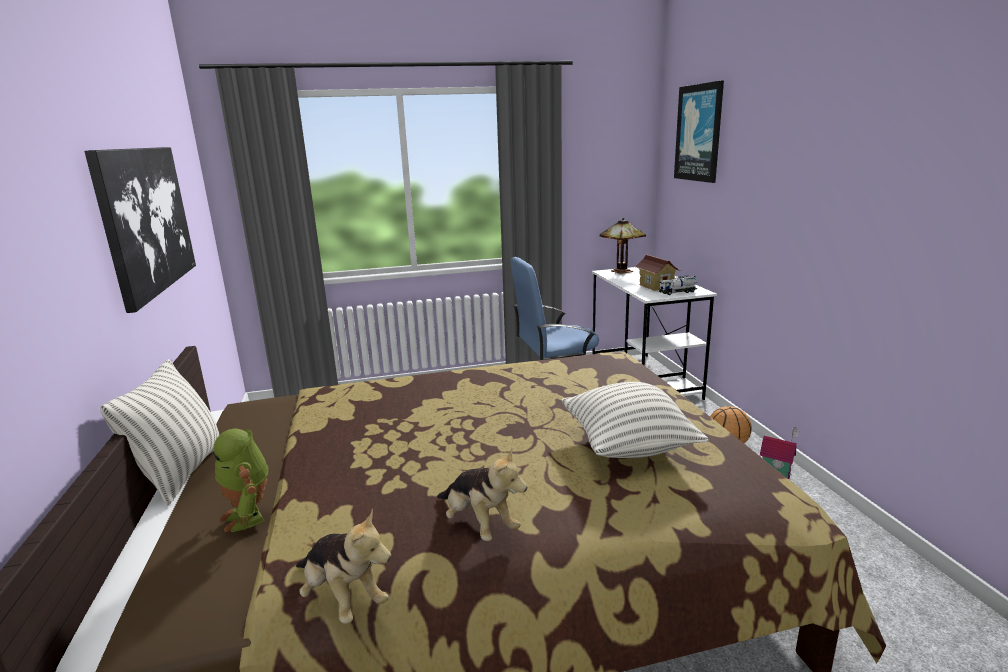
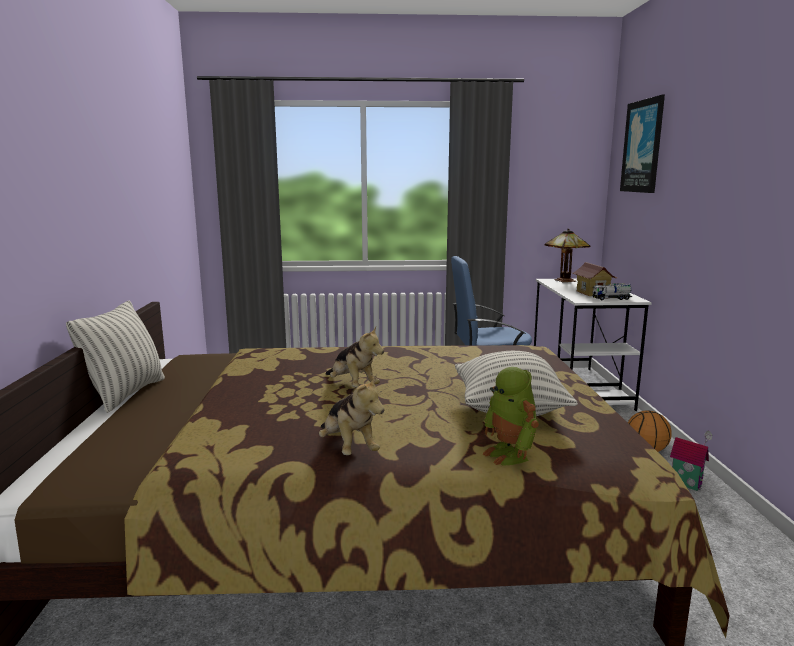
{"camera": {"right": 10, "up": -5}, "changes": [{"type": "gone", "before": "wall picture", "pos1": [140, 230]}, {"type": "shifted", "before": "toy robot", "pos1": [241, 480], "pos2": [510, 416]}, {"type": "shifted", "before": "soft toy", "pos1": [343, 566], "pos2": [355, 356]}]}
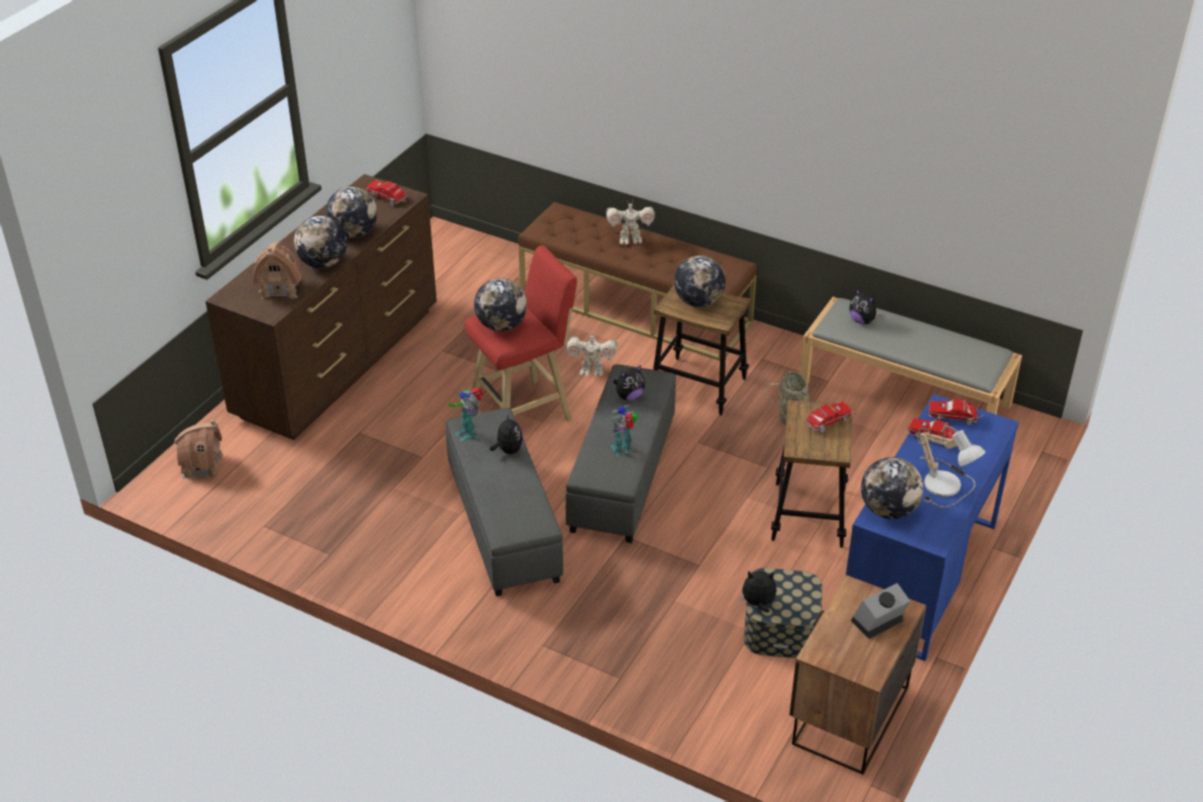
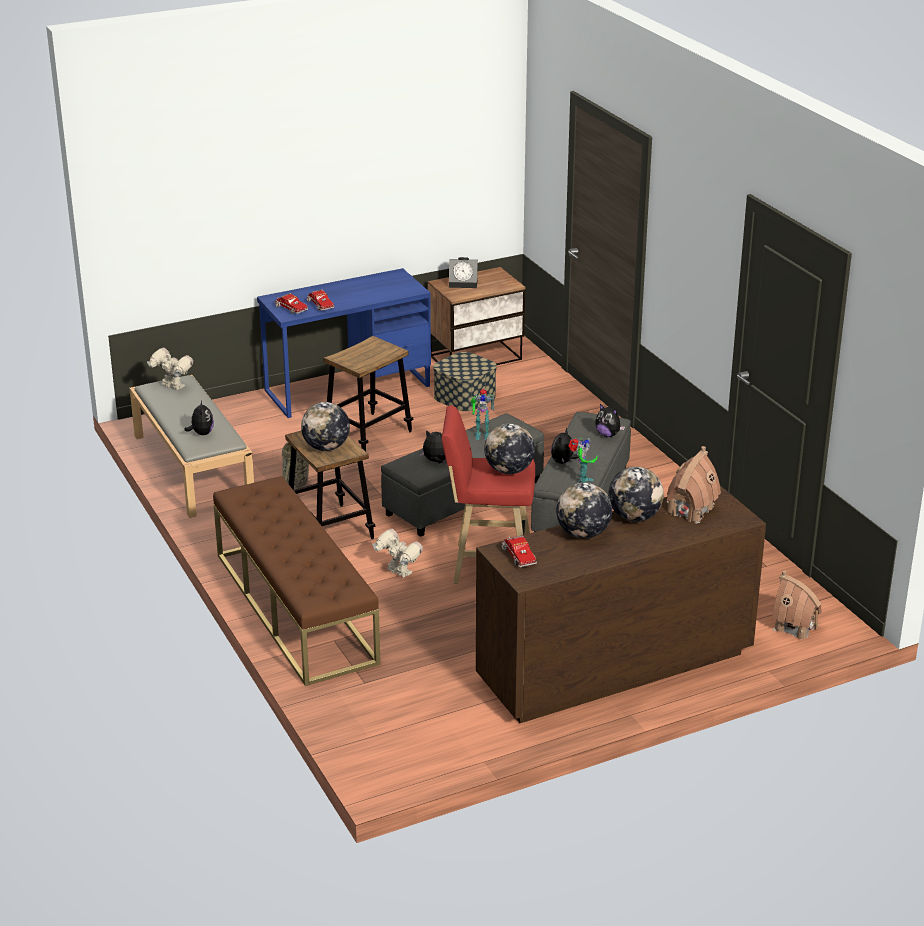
{"camera": {"right": -145, "up": -10}, "changes": [{"type": "shifted", "before": "toy robot", "pos1": [630, 222], "pos2": [170, 369]}, {"type": "shifted", "before": "soft toy", "pos1": [758, 591], "pos2": [610, 420]}, {"type": "gone", "before": "toy truck", "pos1": [829, 417]}, {"type": "gone", "before": "desk globe", "pos1": [892, 488]}, {"type": "gone", "before": "table lamp", "pos1": [951, 467]}]}
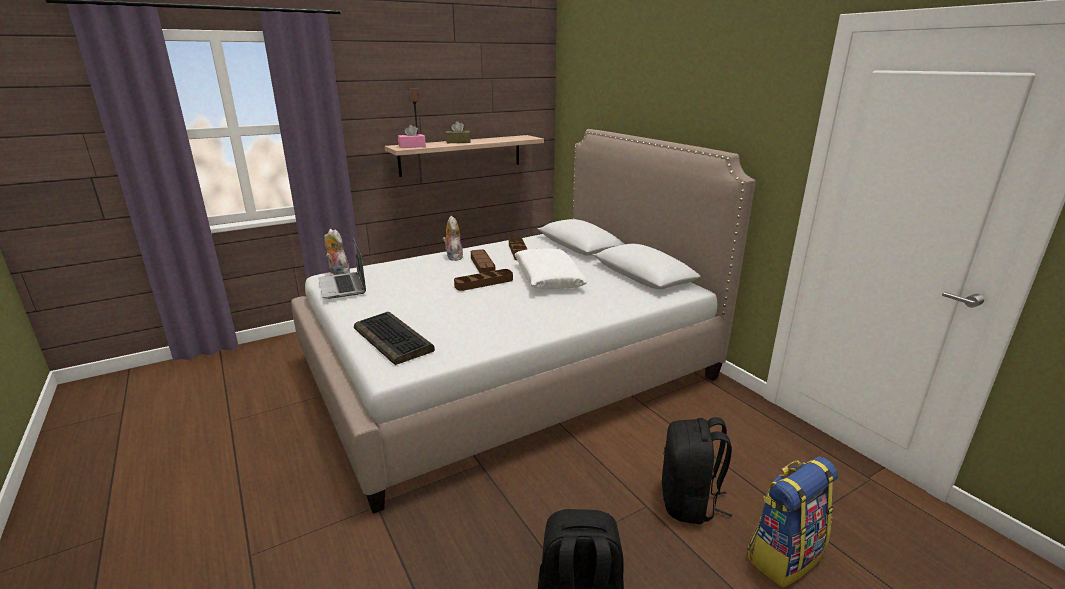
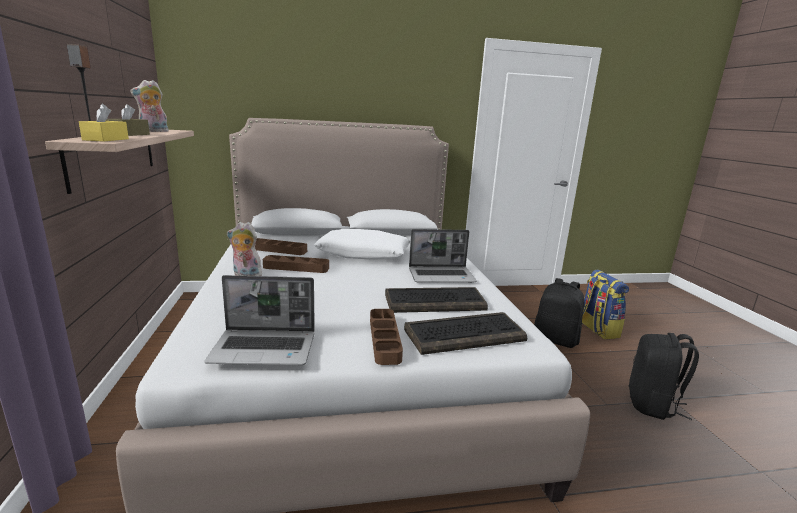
{"camera": {"right": -70, "up": -5}, "changes": [{"type": "shifted", "before": "soft toy", "pos1": [337, 252], "pos2": [149, 106]}, {"type": "repainted", "before": "pinkish box of tissues", "after": "yellow box of tissues", "pos1": [412, 136], "pos2": [104, 123]}, {"type": "shifted", "before": "brown-coloured carrying tray", "pos1": [483, 280], "pos2": [386, 337]}, {"type": "new", "after": "PC keyboard", "pos2": [436, 300]}, {"type": "new", "after": "notebook computer", "pos2": [443, 256]}]}
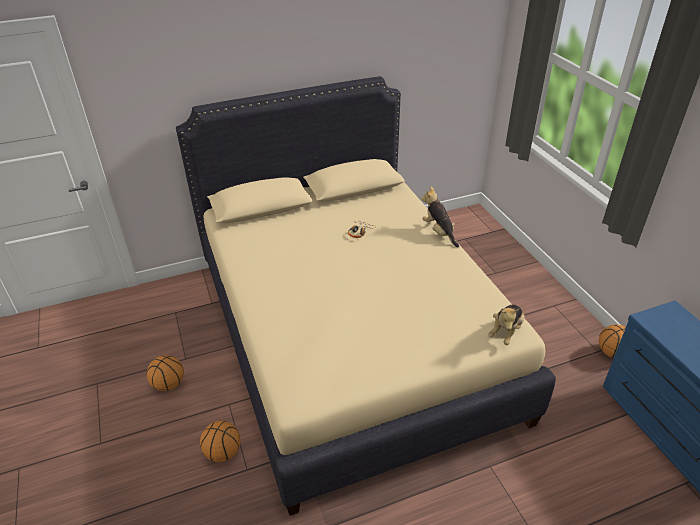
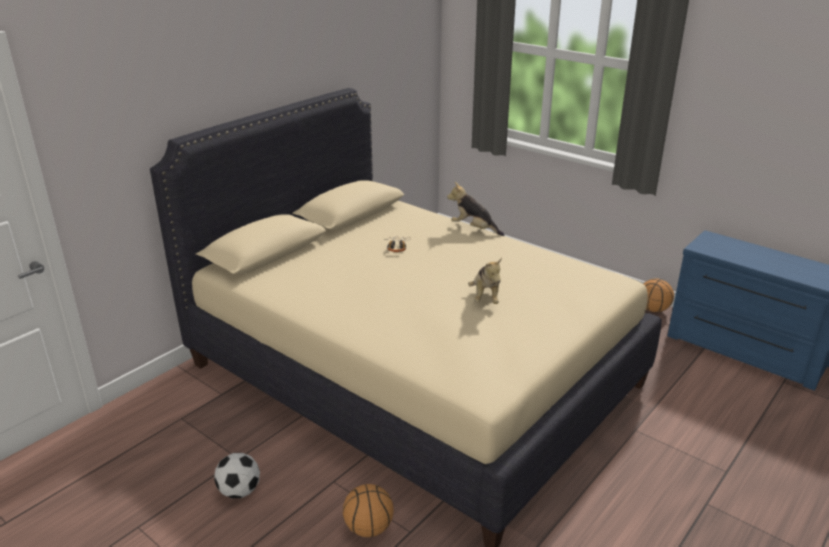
{"camera": {"right": -30, "up": -10}, "changes": [{"type": "swapped", "before": "basketball ball", "after": "ball for football", "pos1": [165, 373], "pos2": [237, 475]}, {"type": "shifted", "before": "soft toy", "pos1": [506, 324], "pos2": [485, 281]}]}
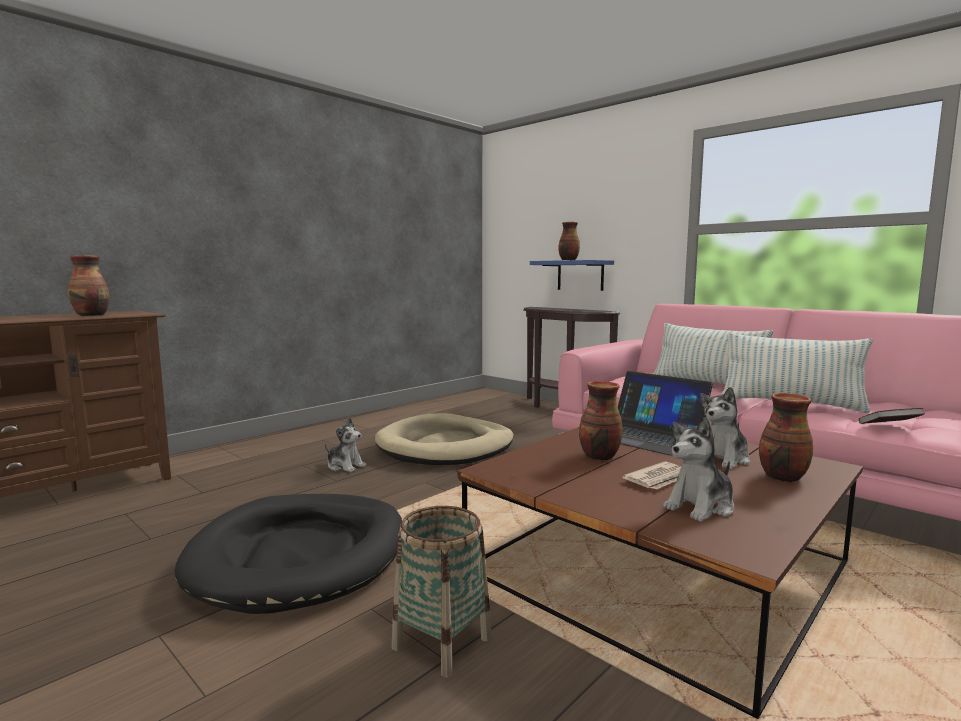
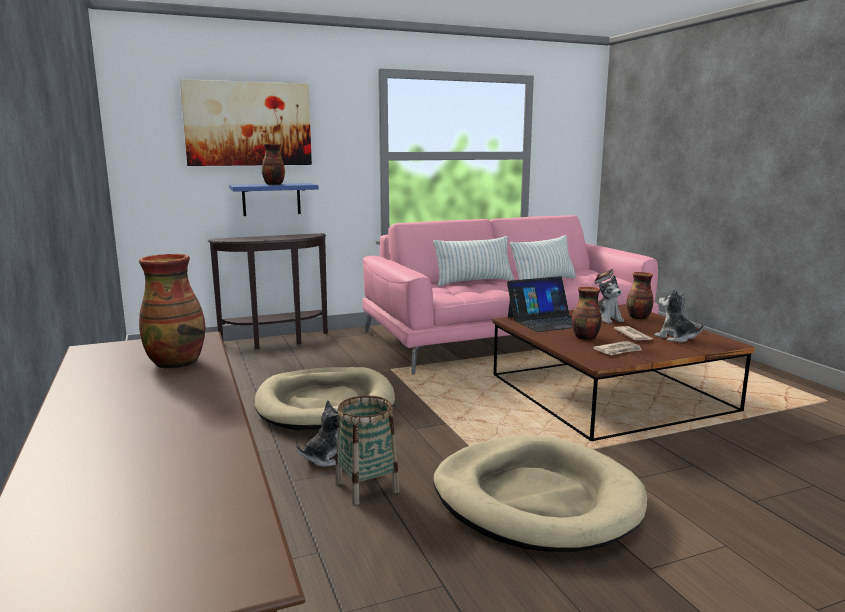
{"camera": {"right": -65, "up": 5}, "changes": [{"type": "repainted", "before": "black dog cushion", "after": "beige dog cushion", "pos1": [288, 554], "pos2": [540, 493]}, {"type": "shifted", "before": "basket", "pos1": [441, 592], "pos2": [367, 450]}, {"type": "rotated", "before": "soft toy", "pos1": [698, 469], "pos2": [679, 315], "turn": 150}, {"type": "new", "after": "wall picture", "pos2": [246, 122]}, {"type": "new", "after": "printed paper", "pos2": [617, 348]}]}
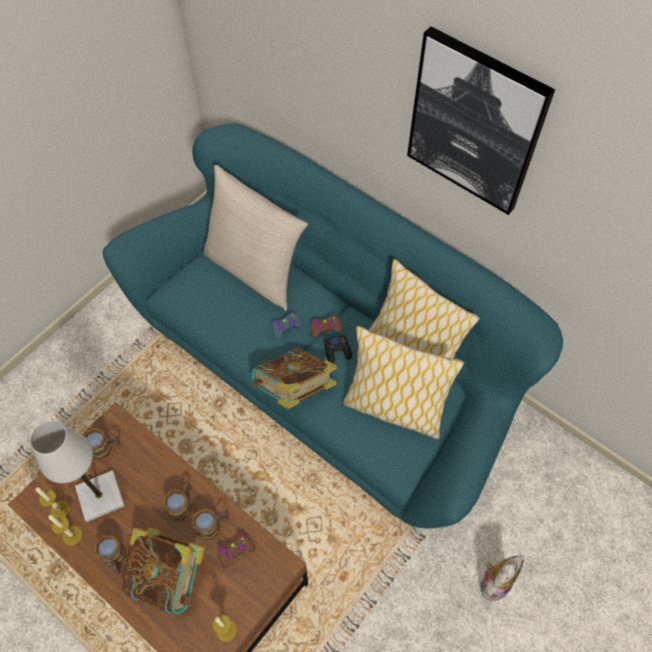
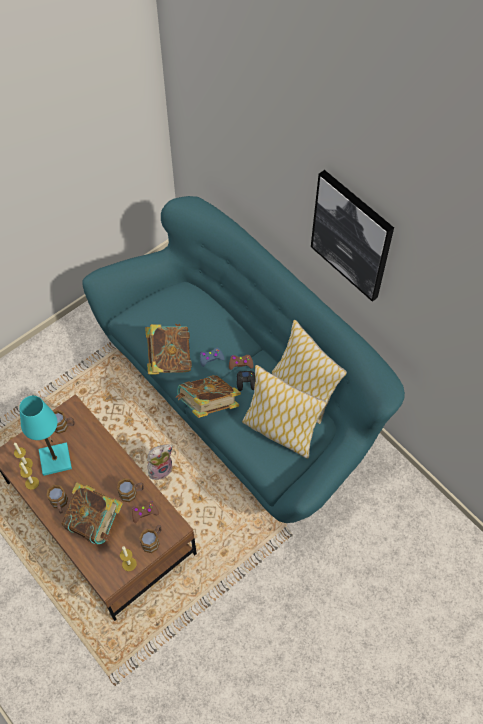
{"camera": {"right": 10, "up": 0}, "changes": [{"type": "repainted", "before": "whitish table lamp", "after": "turquoise table lamp", "pos1": [77, 471], "pos2": [45, 436]}, {"type": "shifted", "before": "mug", "pos1": [177, 501], "pos2": [150, 539]}, {"type": "gone", "before": "beige throw pillow", "pos1": [255, 238]}, {"type": "shifted", "before": "soft toy", "pos1": [501, 579], "pos2": [160, 462]}, {"type": "new", "after": "volume", "pos2": [168, 349]}]}
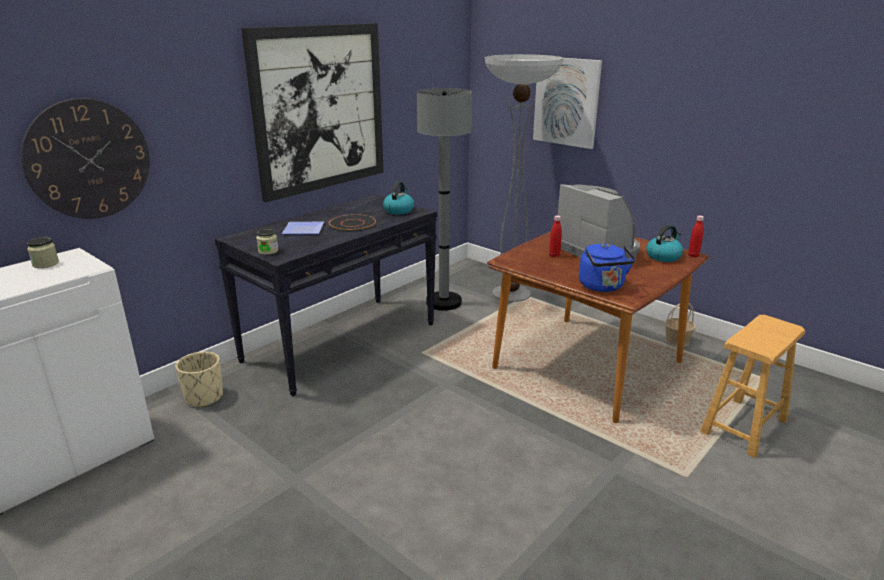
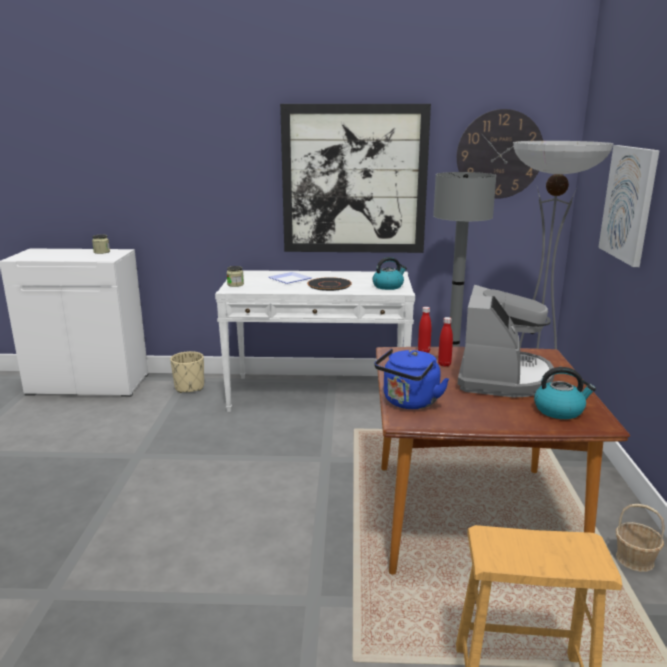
{"camera": {"right": 50, "up": -5}, "changes": [{"type": "shifted", "before": "clock on the wall", "pos1": [85, 158], "pos2": [500, 154]}, {"type": "repainted", "before": "black narrow table", "after": "whitish narrow table", "pos1": [326, 295], "pos2": [315, 341]}, {"type": "shifted", "before": "reddish bottle", "pos1": [696, 236], "pos2": [425, 330]}]}
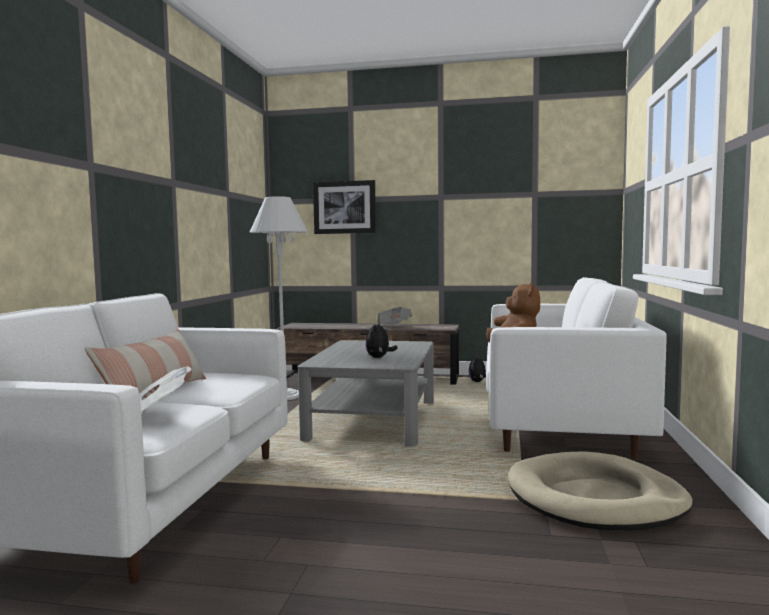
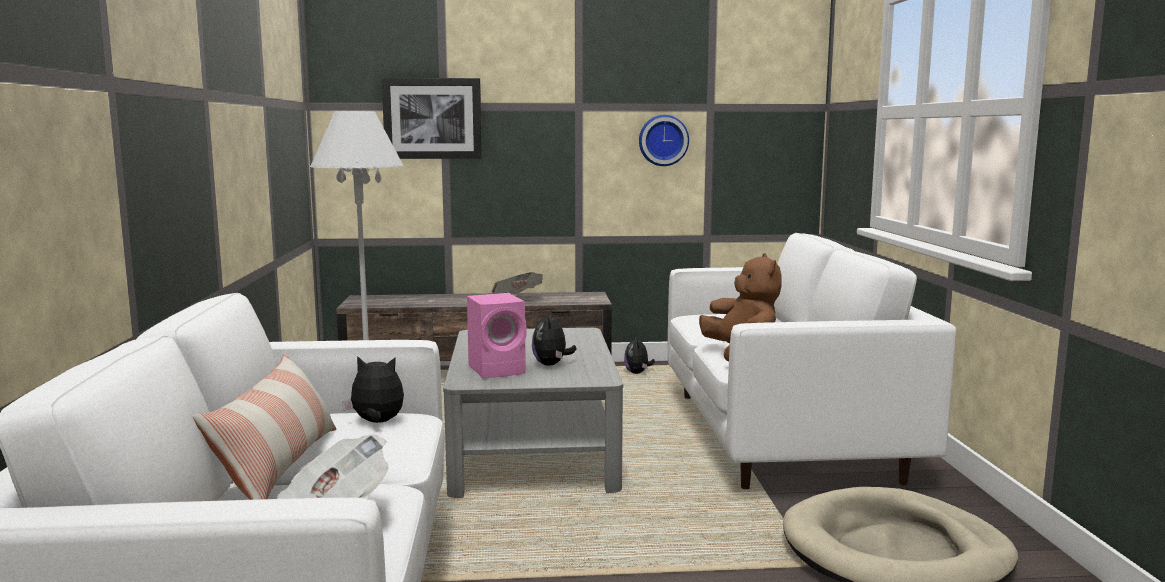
{"camera": {"right": -15, "up": 5}, "changes": [{"type": "new", "after": "soft toy", "pos2": [373, 389]}, {"type": "new", "after": "pinkish loudspeaker", "pos2": [497, 335]}, {"type": "new", "after": "clock on the wall", "pos2": [664, 140]}]}
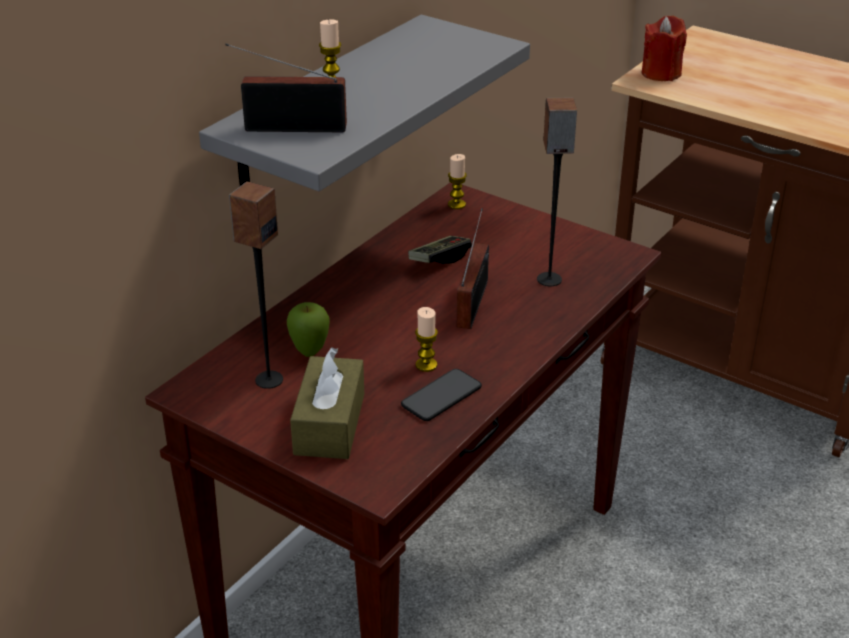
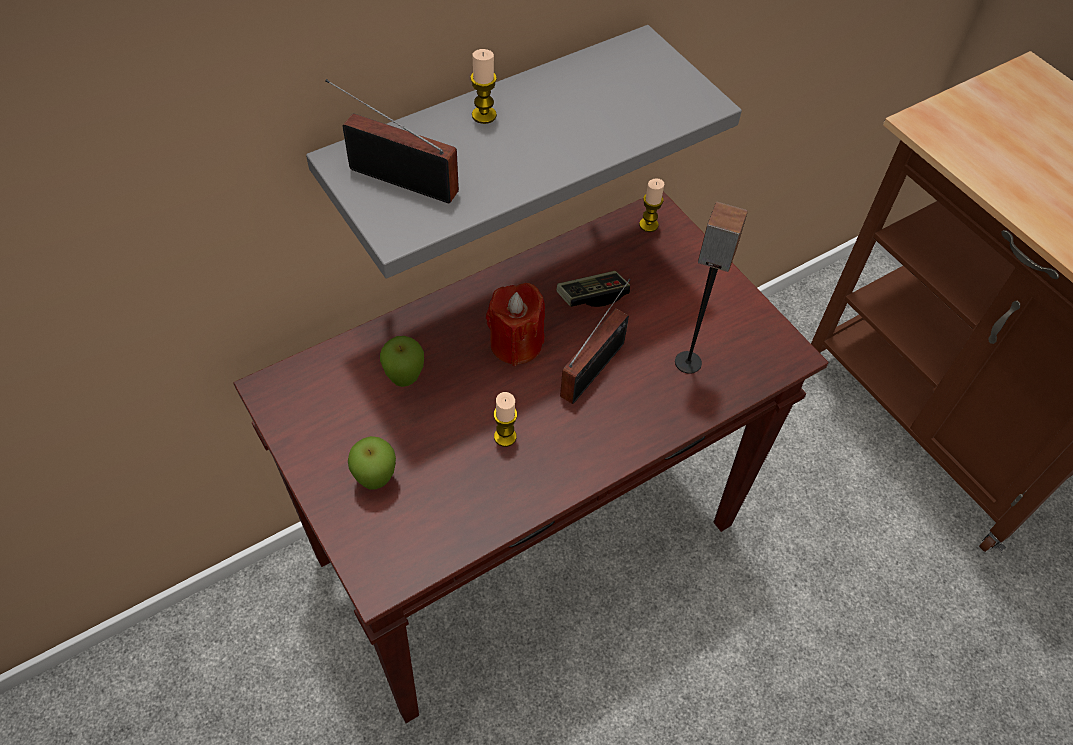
{"camera": {"right": 20, "up": 20}, "changes": [{"type": "gone", "before": "loudspeaker", "pos1": [256, 285]}, {"type": "swapped", "before": "brown-coloured box of tissues", "after": "whole apple", "pos1": [327, 403], "pos2": [372, 463]}, {"type": "gone", "before": "telephone", "pos1": [441, 395]}, {"type": "shifted", "before": "reddish wax light", "pos1": [664, 48], "pos2": [515, 324]}]}
